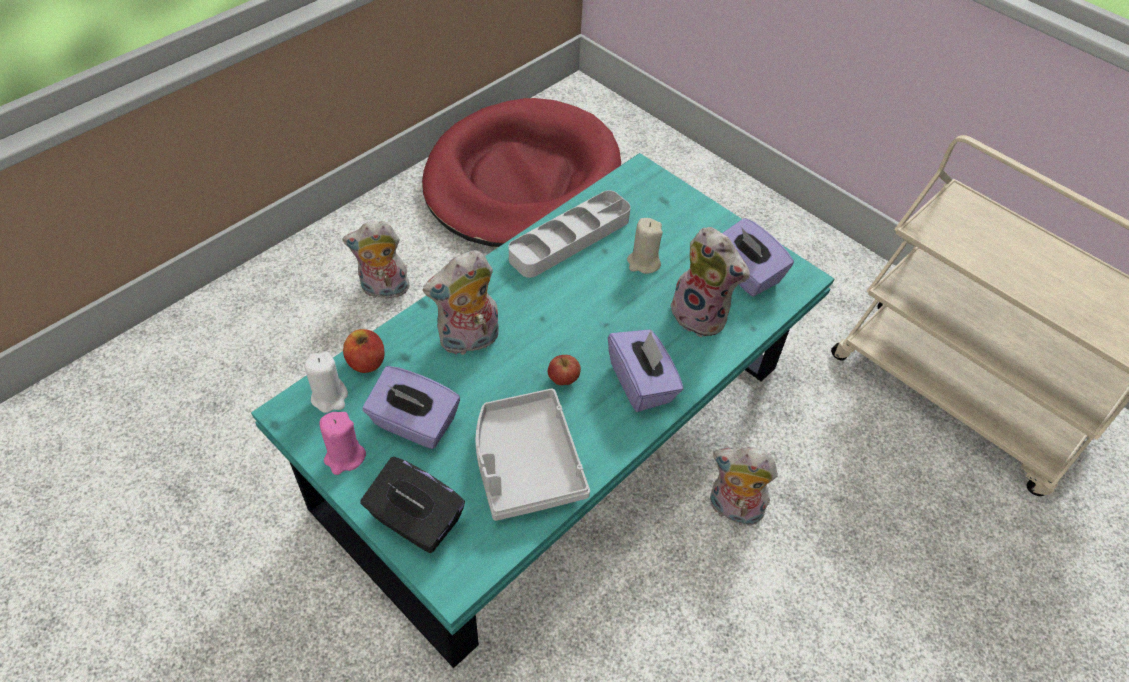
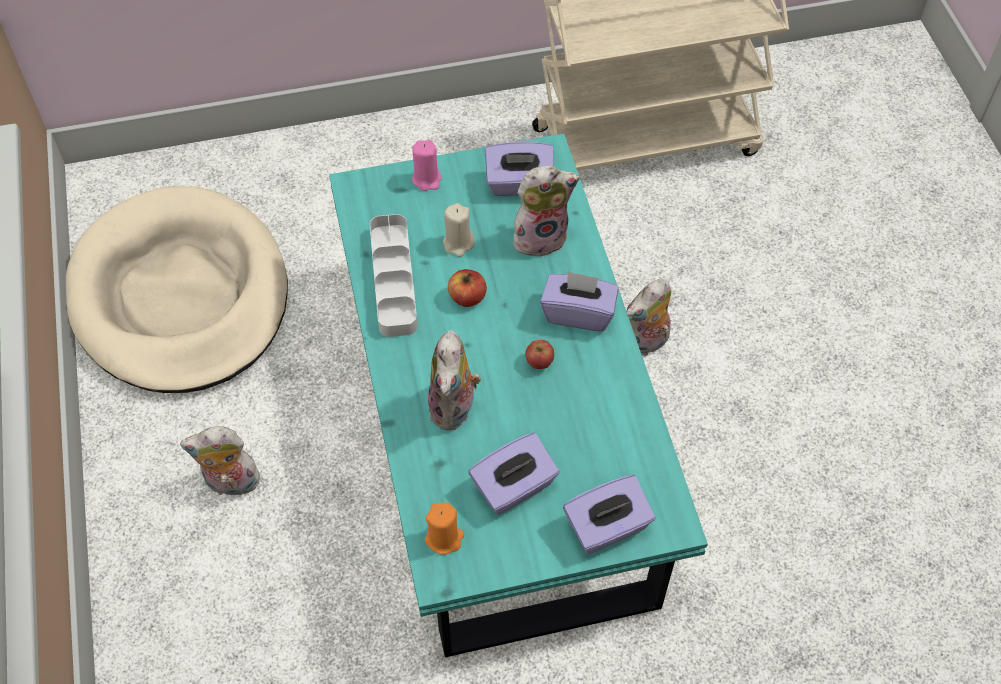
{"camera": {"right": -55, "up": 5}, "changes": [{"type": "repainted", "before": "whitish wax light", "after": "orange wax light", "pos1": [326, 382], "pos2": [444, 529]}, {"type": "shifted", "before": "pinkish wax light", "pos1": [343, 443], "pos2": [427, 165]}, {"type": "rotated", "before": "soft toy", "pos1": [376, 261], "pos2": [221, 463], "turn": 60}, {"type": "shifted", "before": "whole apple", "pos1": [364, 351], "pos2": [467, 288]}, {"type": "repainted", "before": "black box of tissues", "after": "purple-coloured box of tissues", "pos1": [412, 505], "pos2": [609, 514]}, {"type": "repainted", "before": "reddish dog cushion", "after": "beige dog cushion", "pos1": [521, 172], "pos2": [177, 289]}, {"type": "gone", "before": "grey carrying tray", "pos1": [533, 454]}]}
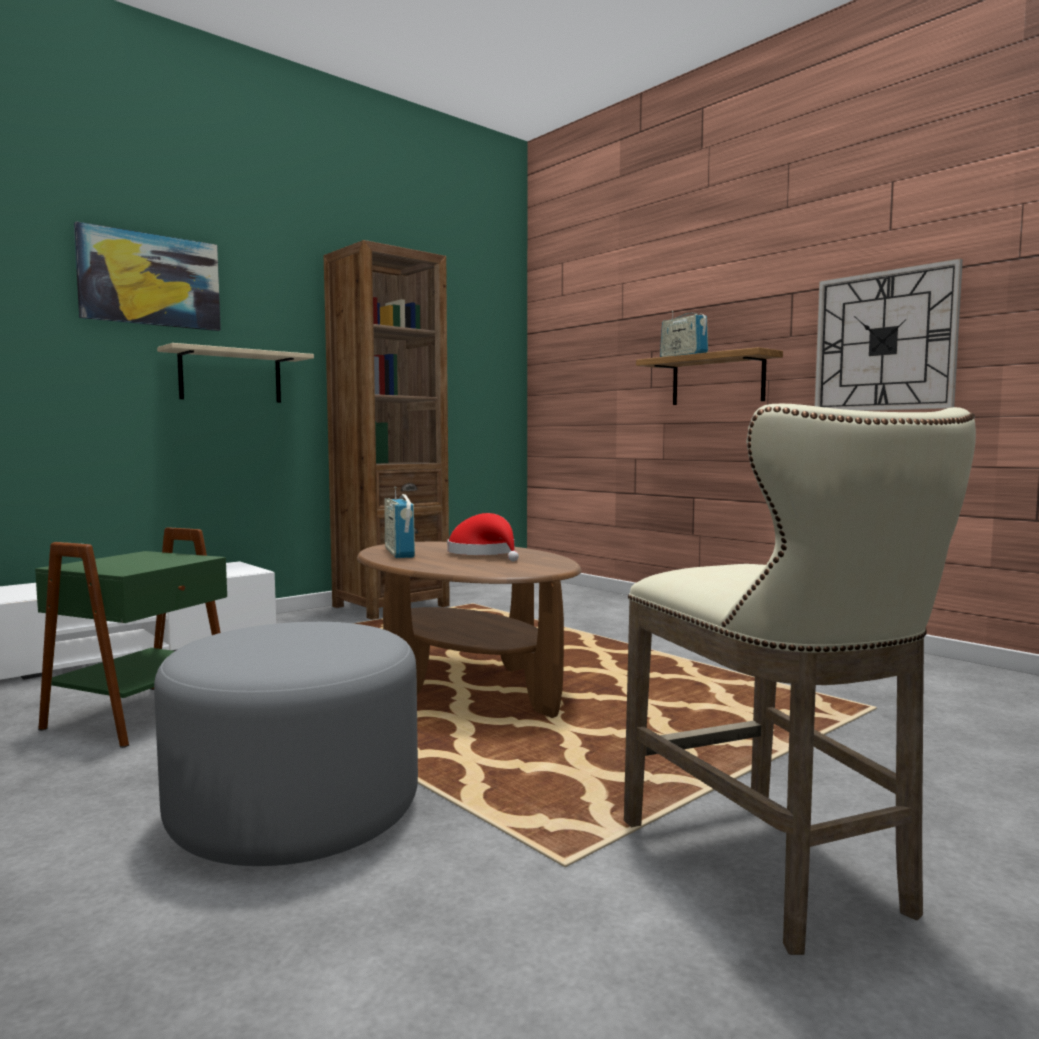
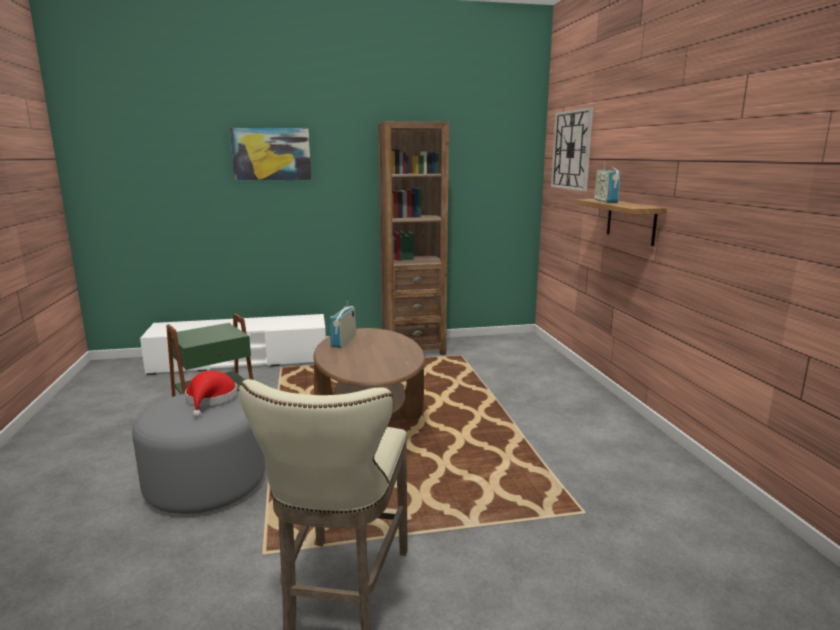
{"camera": {"right": 30, "up": 10}, "changes": [{"type": "gone", "before": "beige wall shelf", "pos1": [235, 373]}, {"type": "shifted", "before": "reddish clothing hat", "pos1": [483, 537], "pos2": [211, 394]}, {"type": "shifted", "before": "clock on the wall", "pos1": [889, 335], "pos2": [572, 149]}]}
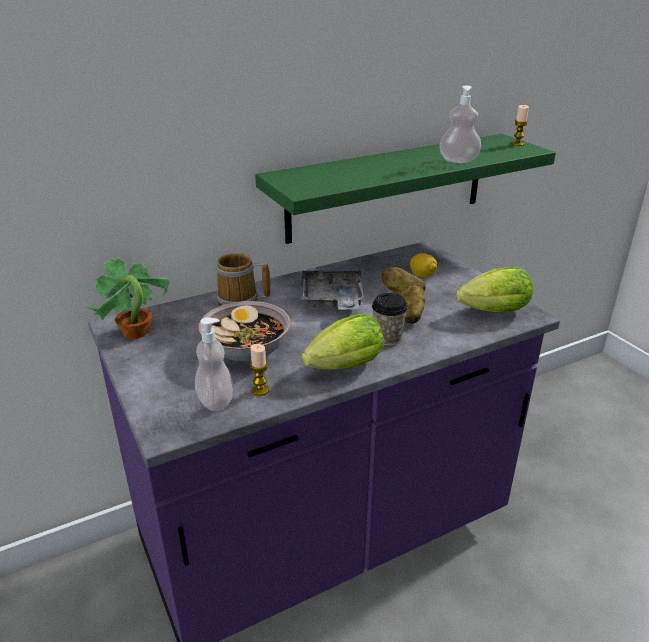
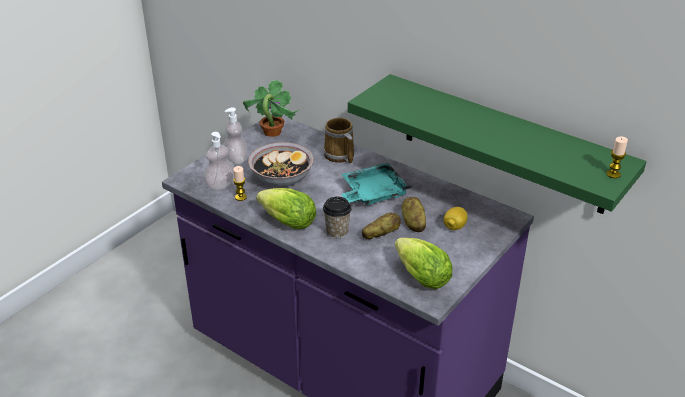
{"camera": {"right": 65, "up": 5}, "changes": [{"type": "repainted", "before": "grey carrying tray", "after": "turquoise carrying tray", "pos1": [332, 288], "pos2": [376, 184]}, {"type": "shifted", "before": "soap dispenser", "pos1": [460, 124], "pos2": [236, 136]}]}
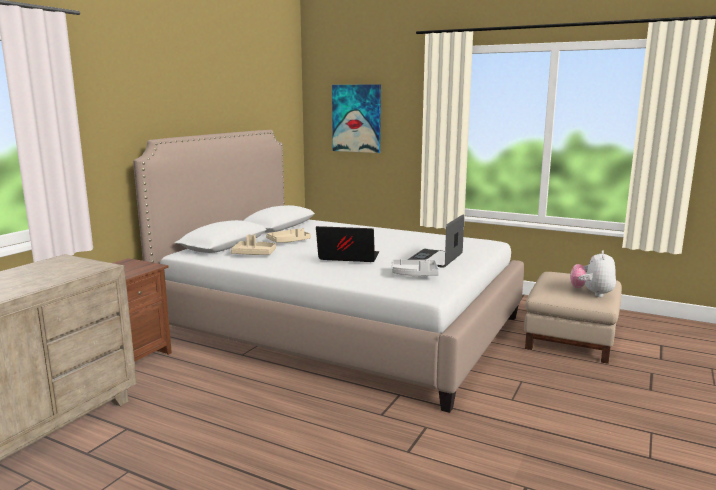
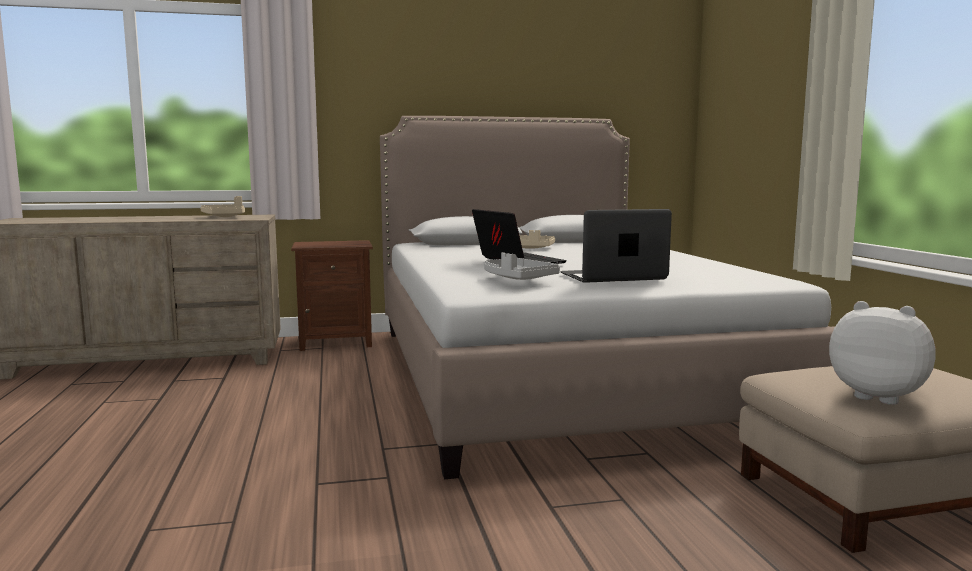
{"camera": {"right": 50, "up": -5}, "changes": [{"type": "shifted", "before": "beige carrying tray", "pos1": [253, 244], "pos2": [222, 206]}, {"type": "gone", "before": "wall picture", "pos1": [356, 118]}, {"type": "rotated", "before": "soft toy", "pos1": [593, 273], "pos2": [882, 353], "turn": 60}]}
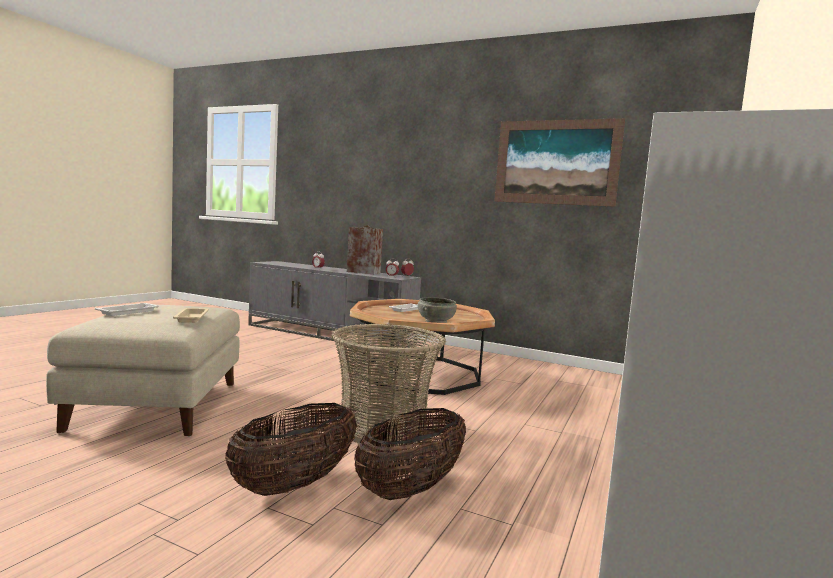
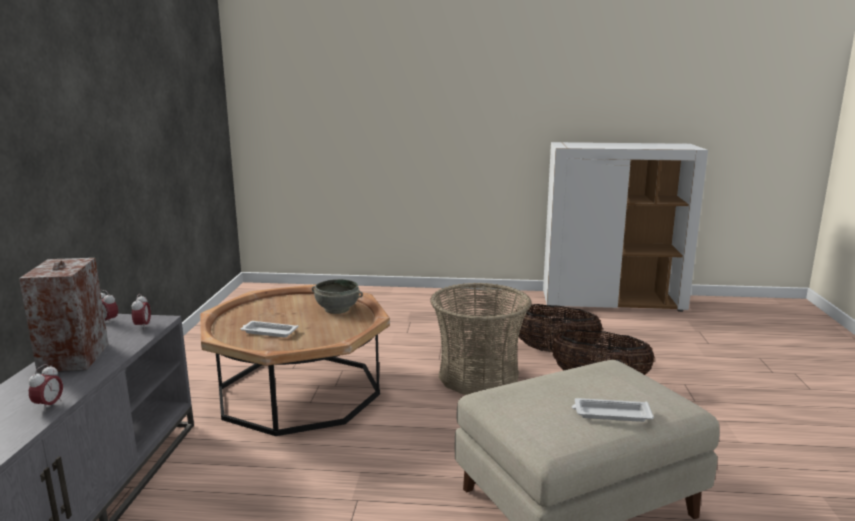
{"camera": {"right": -110, "up": 10}, "changes": [{"type": "gone", "before": "beige carrying tray", "pos1": [191, 315]}, {"type": "gone", "before": "wall picture", "pos1": [559, 162]}]}
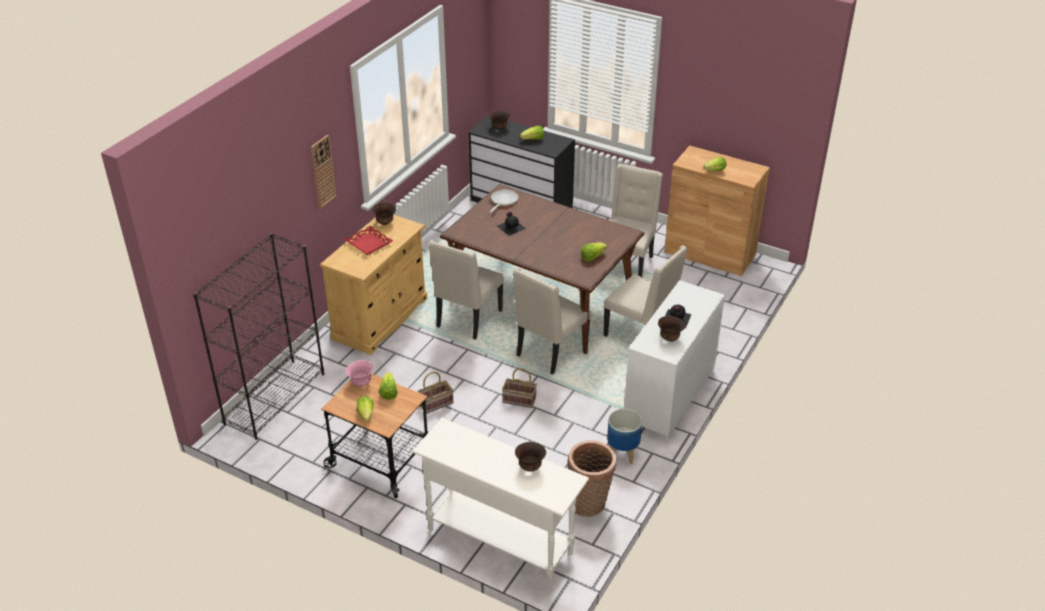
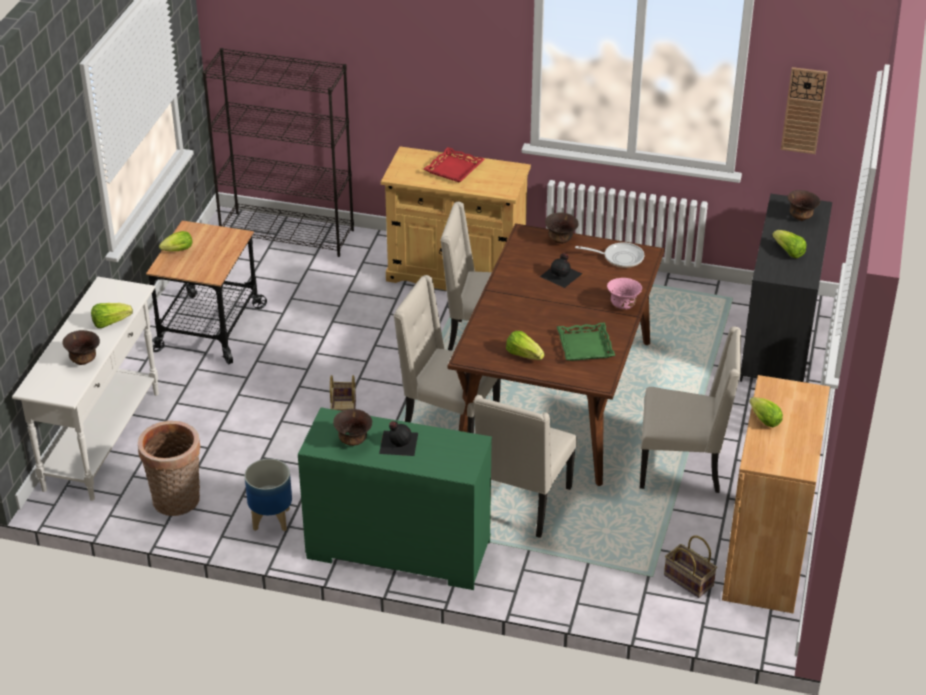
{"camera": {"right": 75, "up": 0}, "changes": [{"type": "shifted", "before": "clock on the wall", "pos1": [324, 172], "pos2": [804, 110]}, {"type": "shifted", "before": "pinkish deep dish", "pos1": [359, 373], "pos2": [624, 293]}, {"type": "shifted", "before": "brown-coloured deep dish", "pos1": [384, 214], "pos2": [562, 228]}, {"type": "shifted", "before": "lettuce head", "pos1": [388, 386], "pos2": [112, 315]}, {"type": "shifted", "before": "basket", "pos1": [435, 393], "pos2": [690, 567]}, {"type": "repainted", "before": "whitish dresser", "after": "greenish dresser", "pos1": [674, 360], "pos2": [395, 499]}, {"type": "new", "after": "greenish carrying tray", "pos2": [586, 342]}]}
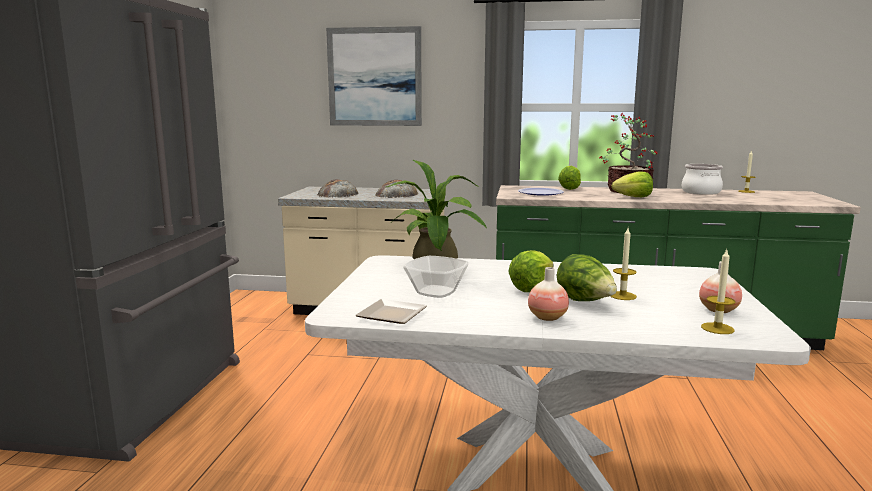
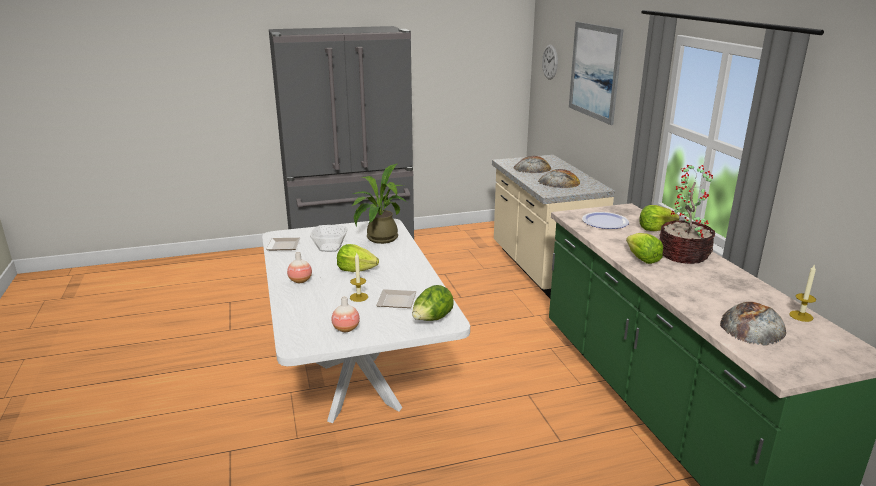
{"camera": {"right": 65, "up": 10}, "changes": [{"type": "shifted", "before": "lettuce head", "pos1": [587, 277], "pos2": [433, 303]}, {"type": "gone", "before": "stockpot", "pos1": [702, 179]}, {"type": "gone", "before": "wax light", "pos1": [718, 291]}, {"type": "new", "after": "plate", "pos2": [396, 298]}, {"type": "new", "after": "clock on the wall", "pos2": [550, 62]}, {"type": "new", "after": "bread", "pos2": [753, 324]}]}
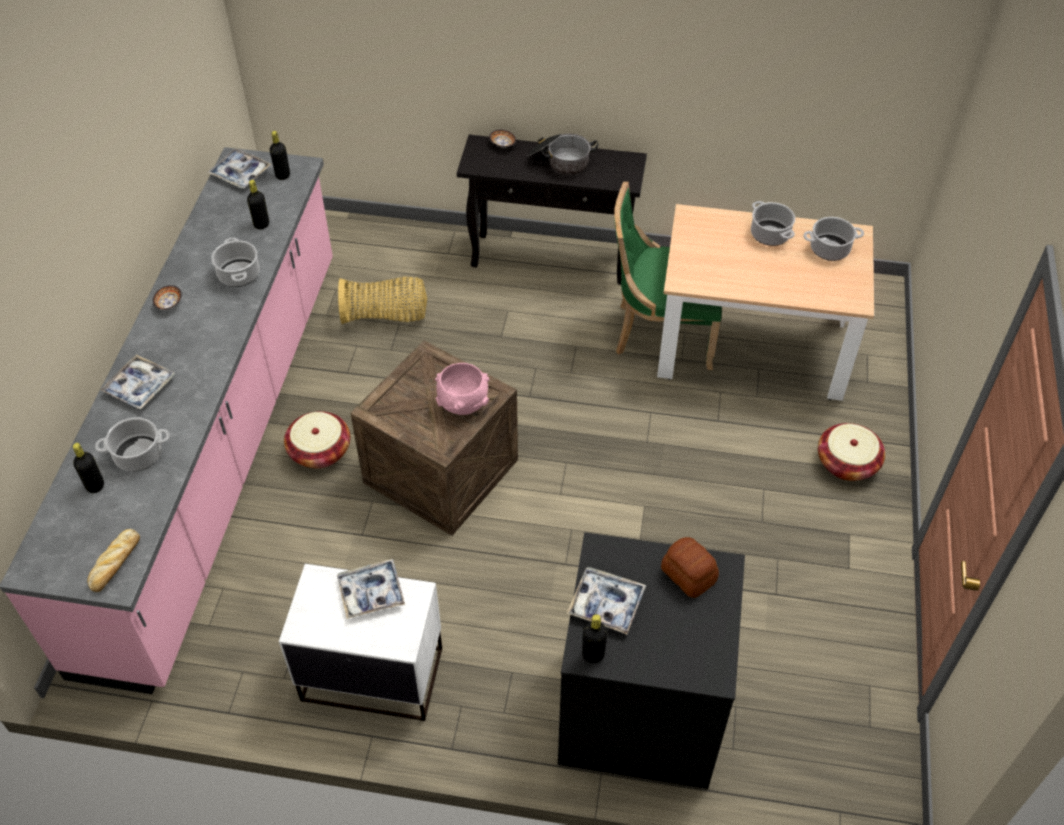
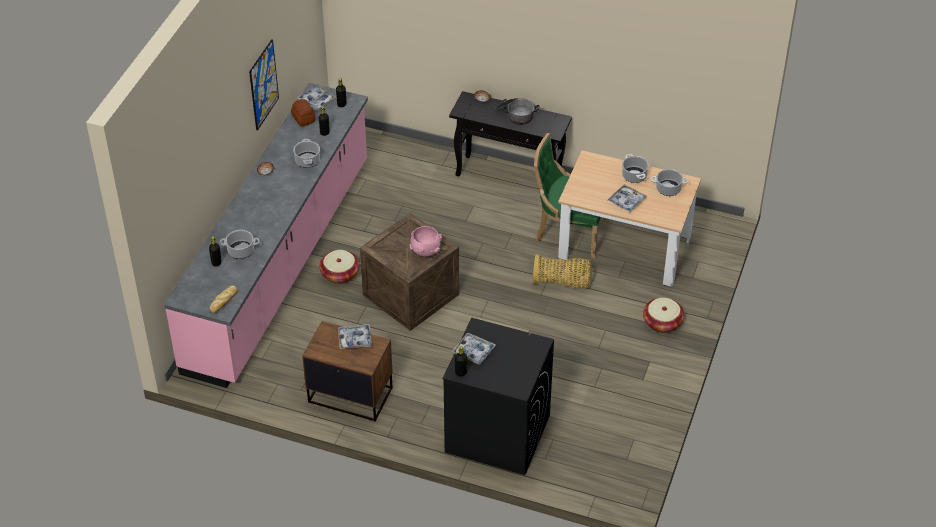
{"camera": {"right": 10, "up": -5}, "changes": [{"type": "shifted", "before": "carrying tray", "pos1": [137, 382], "pos2": [627, 198]}, {"type": "repainted", "before": "whitish nightstand", "after": "brown-coloured nightstand", "pos1": [360, 642], "pos2": [347, 371]}, {"type": "shifted", "before": "basket", "pos1": [382, 300], "pos2": [562, 271]}, {"type": "shifted", "before": "bread", "pos1": [690, 567], "pos2": [303, 112]}, {"type": "new", "after": "wall picture", "pos2": [264, 85]}]}
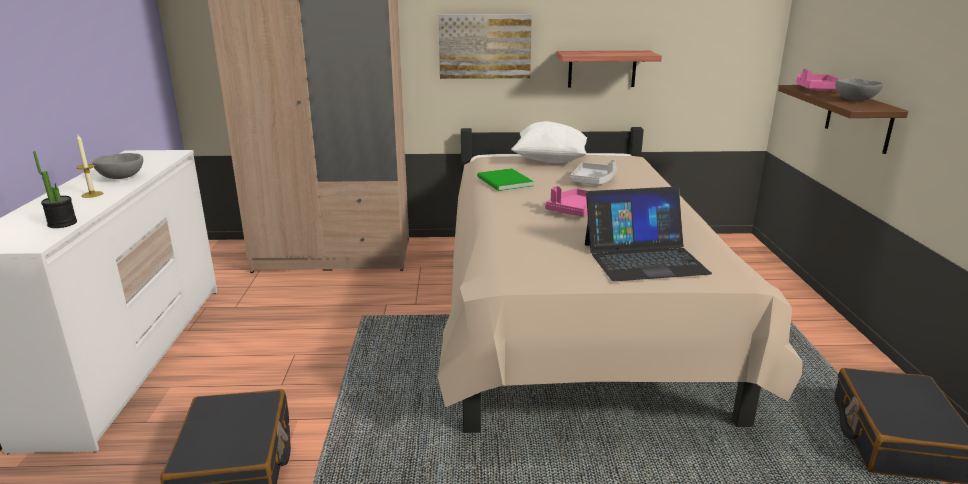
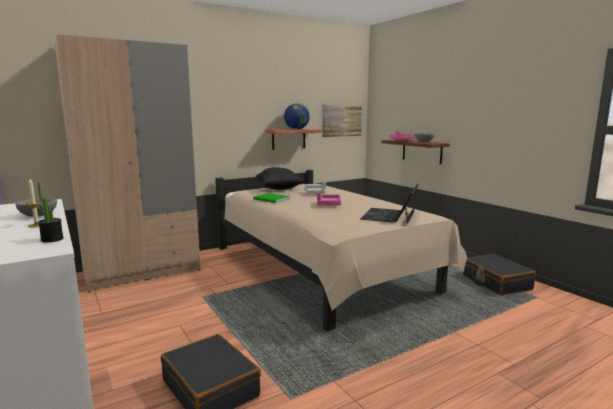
{"camera": {"right": -30, "up": -10}, "changes": [{"type": "shifted", "before": "wall picture", "pos1": [485, 46], "pos2": [342, 120]}, {"type": "repainted", "before": "whitish throw pillow", "after": "black throw pillow", "pos1": [549, 142], "pos2": [280, 178]}, {"type": "rotated", "before": "notebook computer", "pos1": [648, 234], "pos2": [389, 204], "turn": 150}, {"type": "new", "after": "desk globe", "pos2": [297, 116]}]}
